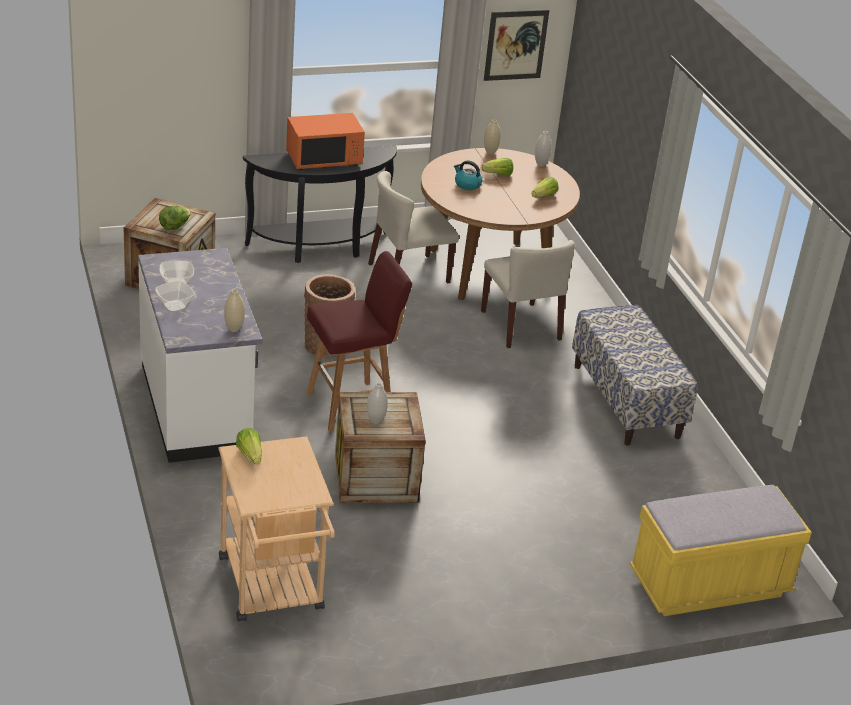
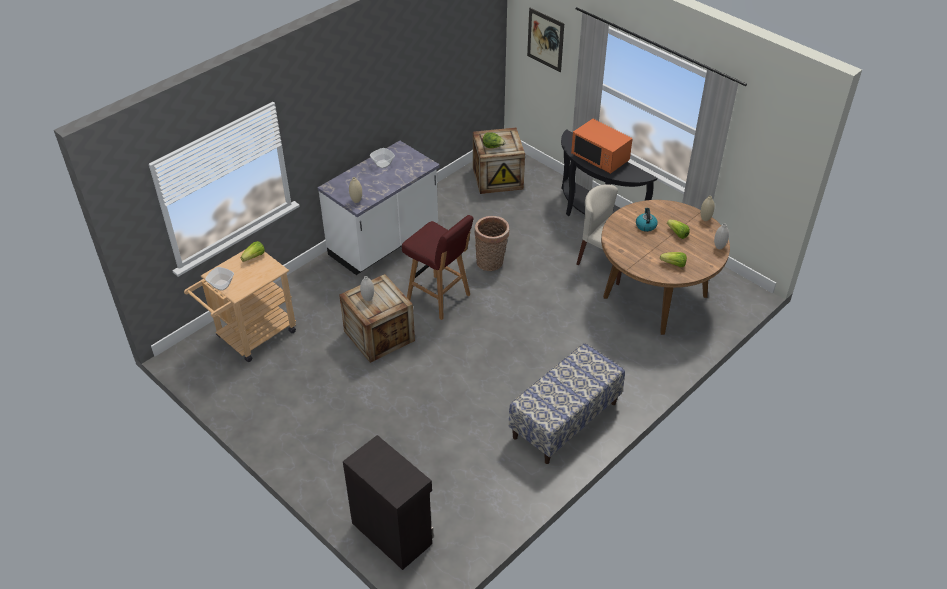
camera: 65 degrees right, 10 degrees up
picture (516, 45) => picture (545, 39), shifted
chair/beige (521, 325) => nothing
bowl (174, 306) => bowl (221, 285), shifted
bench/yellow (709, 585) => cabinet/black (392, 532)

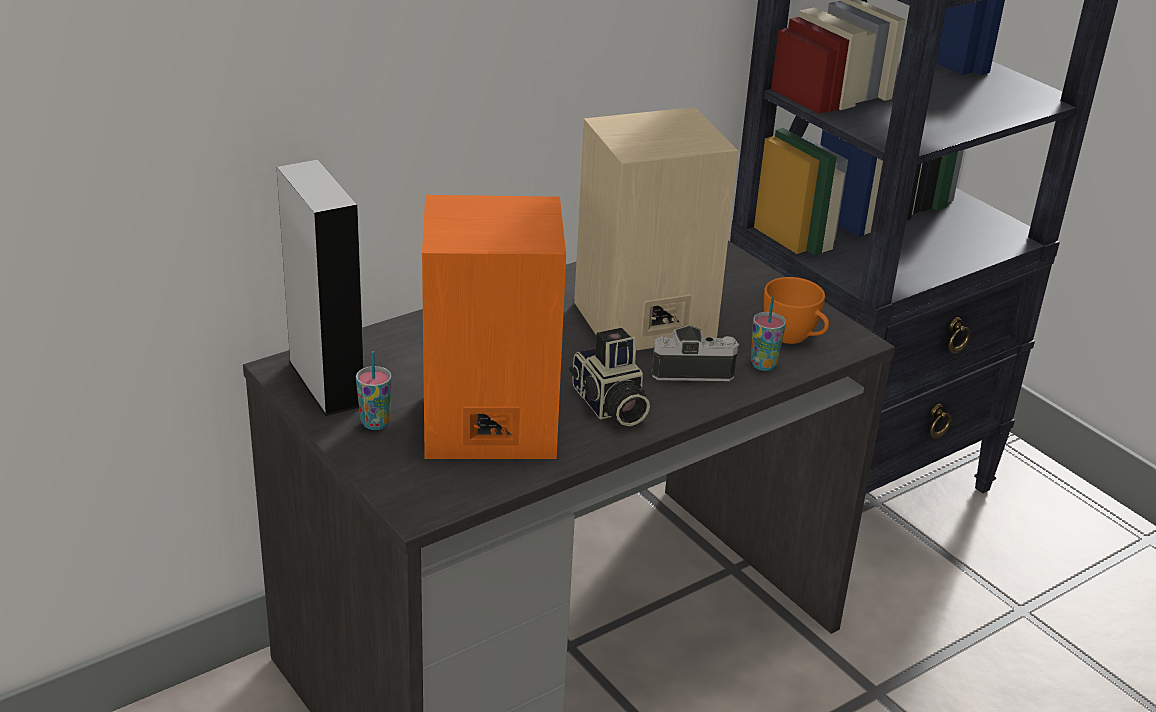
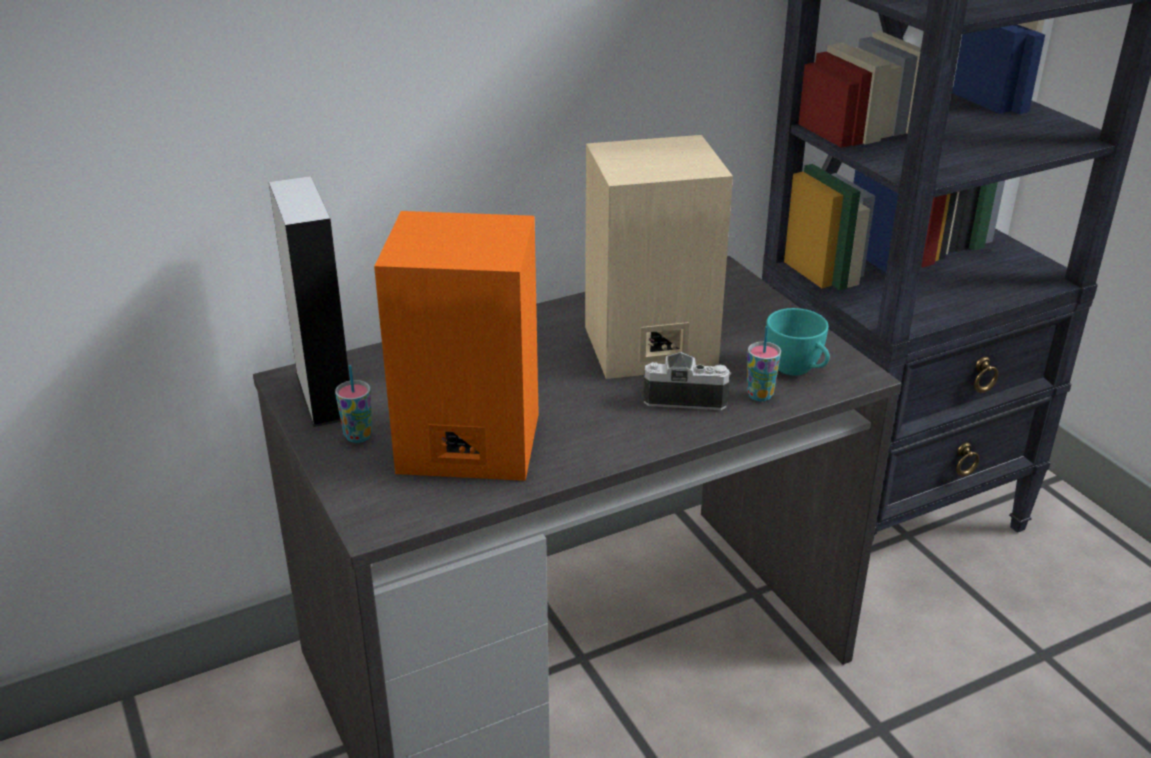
camera: 10 degrees right, 0 degrees up
cup/orange (794, 338) => cup/turquoise (797, 370)
photo camera (609, 406) => nothing

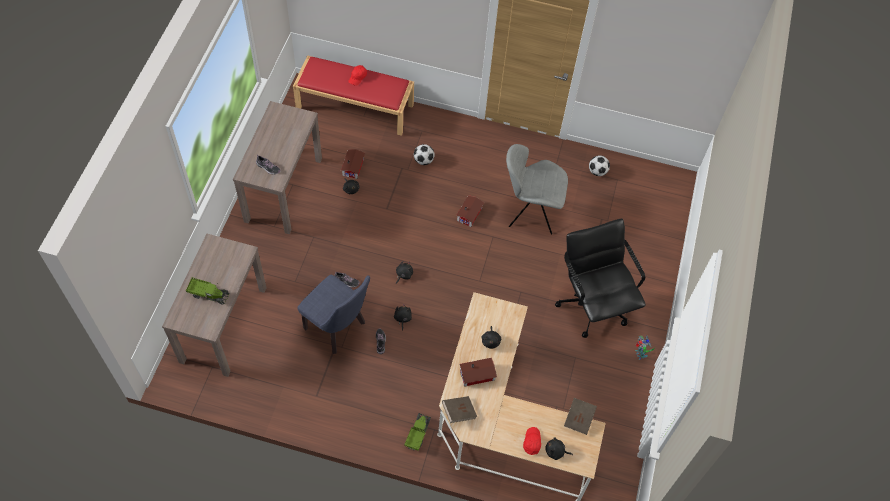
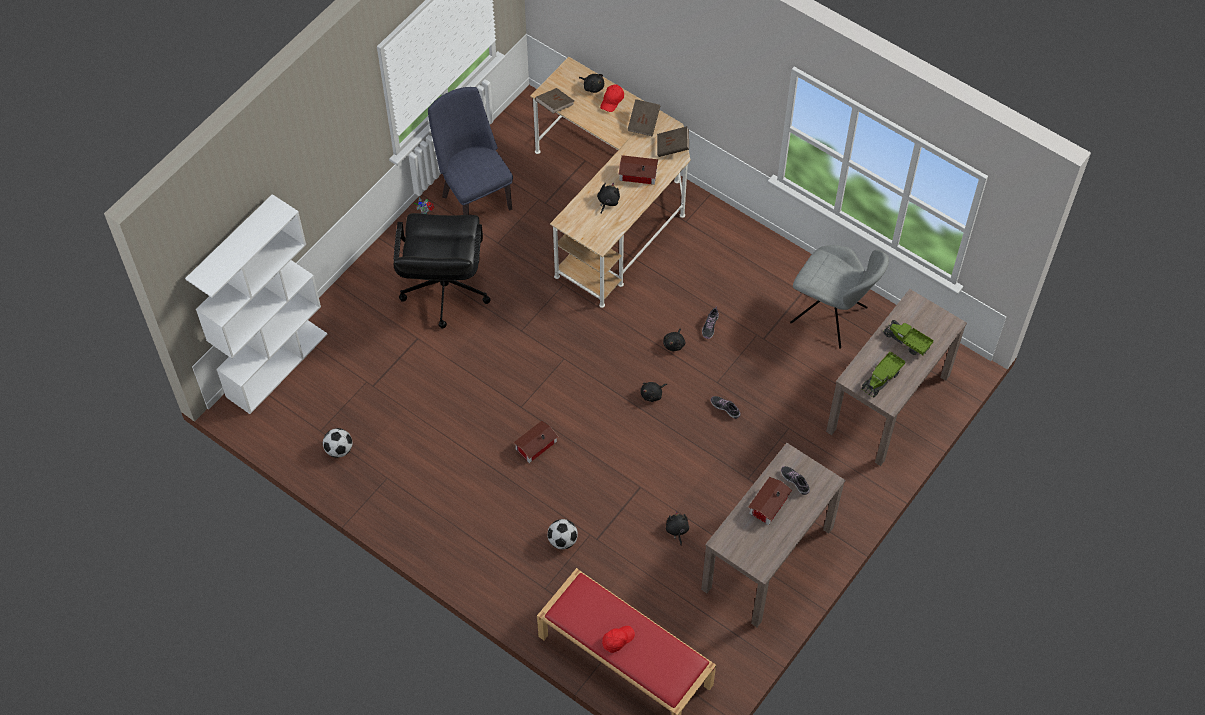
camera: 155 degrees left, 0 degrees up
chair/grey (531, 212) => chair/grey (831, 317), shifted
toy house (354, 166) => toy house (767, 505), shifted
chair/blue (338, 329) => chair/blue (474, 197), shifted
toy truck (417, 434) => toy truck (882, 379), shifted
nothing => book/brown (643, 123)
nothing => bookcase/white (277, 364)

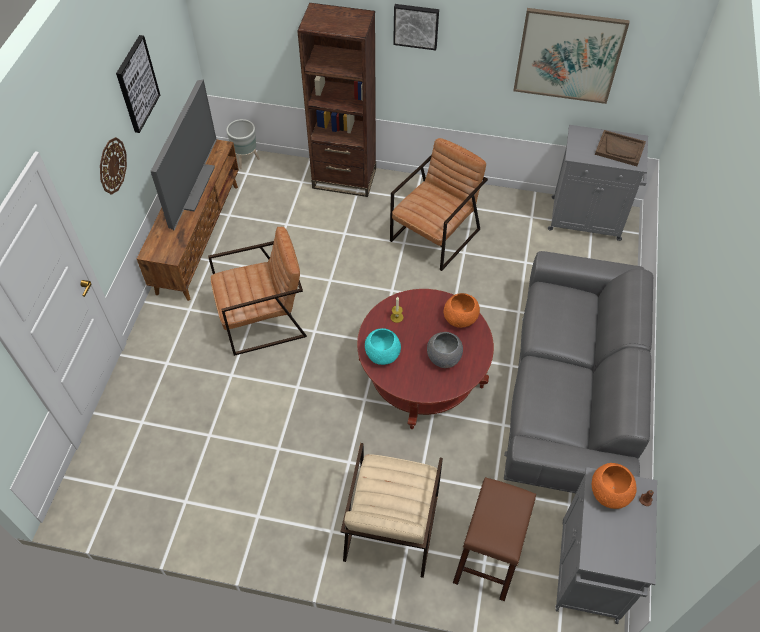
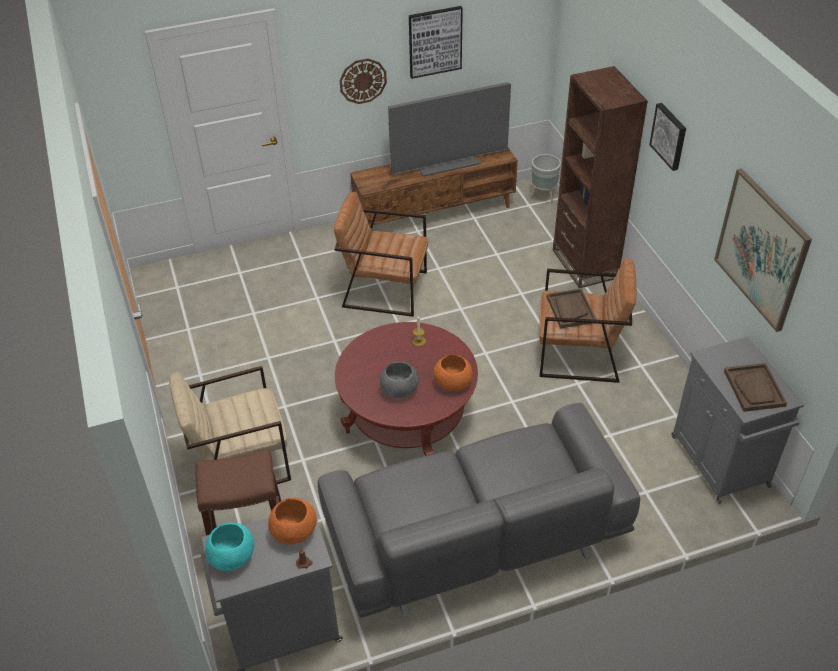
camera: 60 degrees right, 10 degrees down
armchair/brown (263, 319) => armchair/brown (385, 289), 150 degrees clockwise
bowl/turquoise (382, 354) => bowl/turquoise (232, 557), shifted
nothing => tray/brown (570, 309)

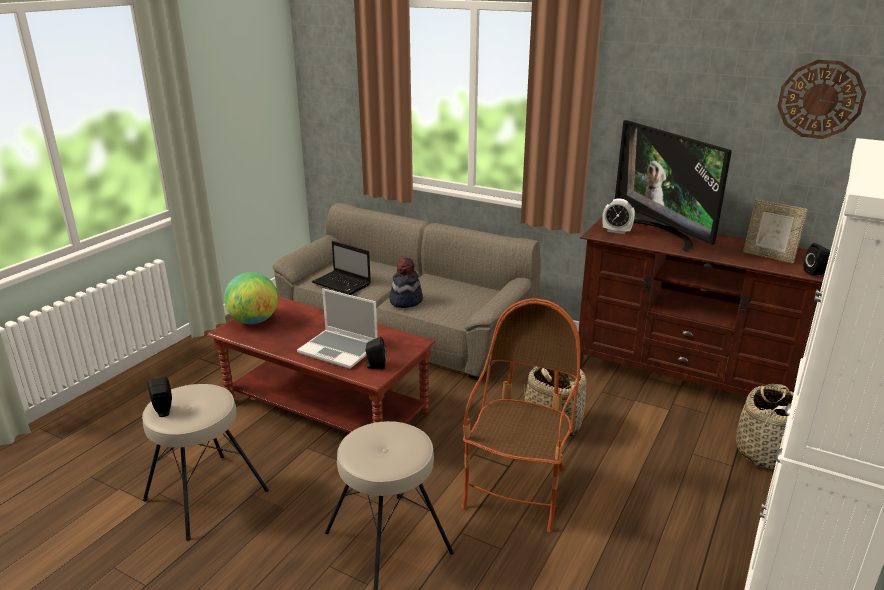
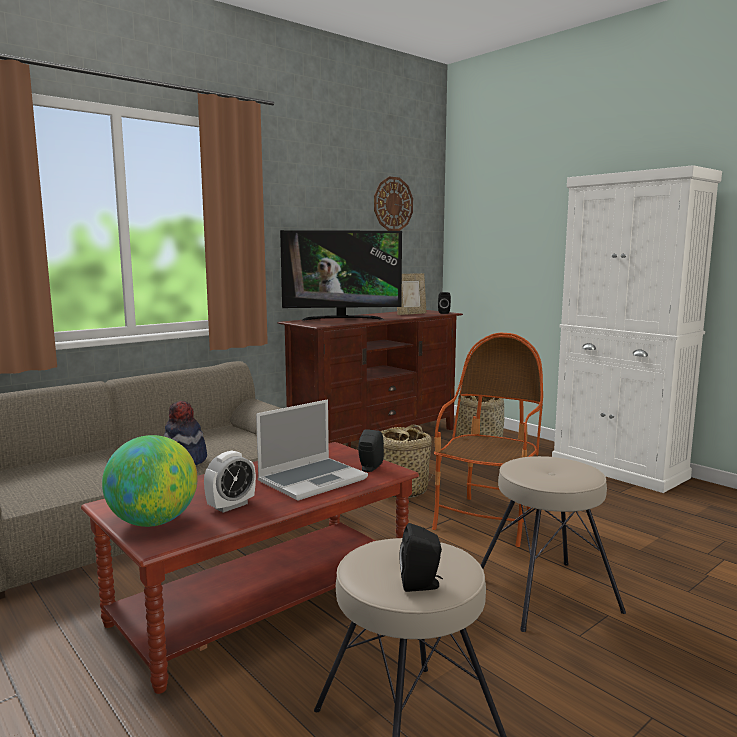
camera: 70 degrees left, 15 degrees down
alarm clock (616, 231) => alarm clock (231, 506), shifted
laptop (342, 284) => nothing
armchair (518, 490) => armchair (487, 521), 75 degrees clockwise

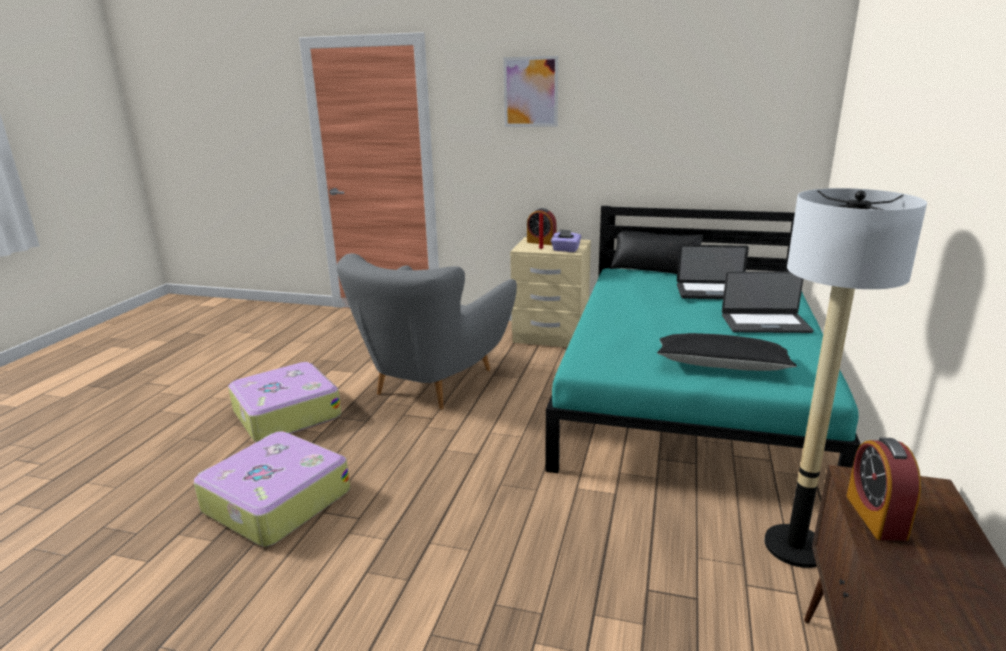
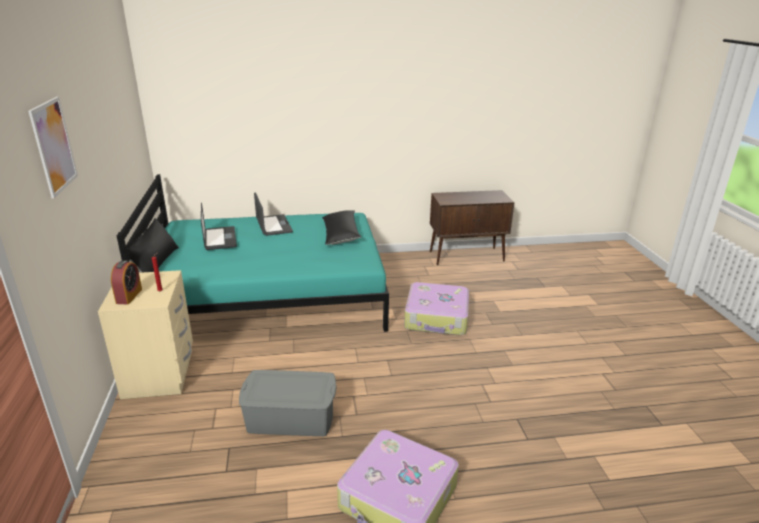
camera: 115 degrees left, 5 degrees up
floor lamp (794, 546) => nothing
tissue box/purple (565, 250) => nothing
armchair/grey (432, 382) => storage box/grey (290, 419)
suitcase (275, 501) => suitcase (437, 318), shifted
alarm clock (876, 516) => nothing

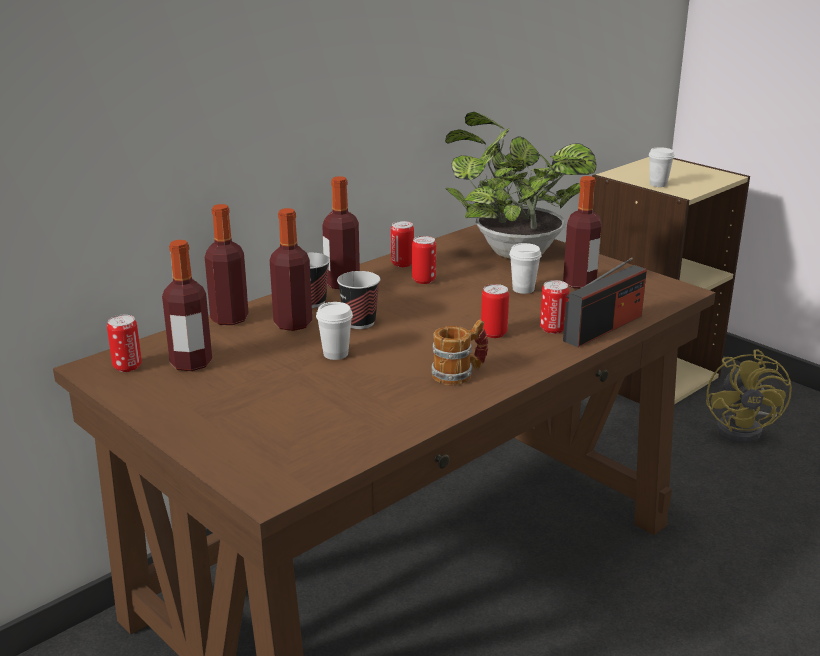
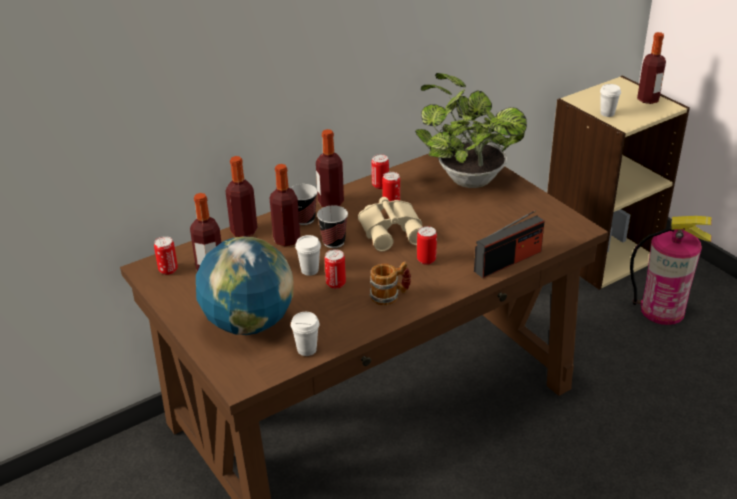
camera: 10 degrees right, 10 degrees up
bottle (579, 283) => bottle (648, 99), shifted
cup/white (523, 289) => cup/white (307, 349), shifted
can (552, 329) => can (335, 283), shifted
fan/yellow (745, 429) => fire extinguisher (662, 310)
nothing => binoculars/beige (392, 230)
nothing => globe (249, 323)

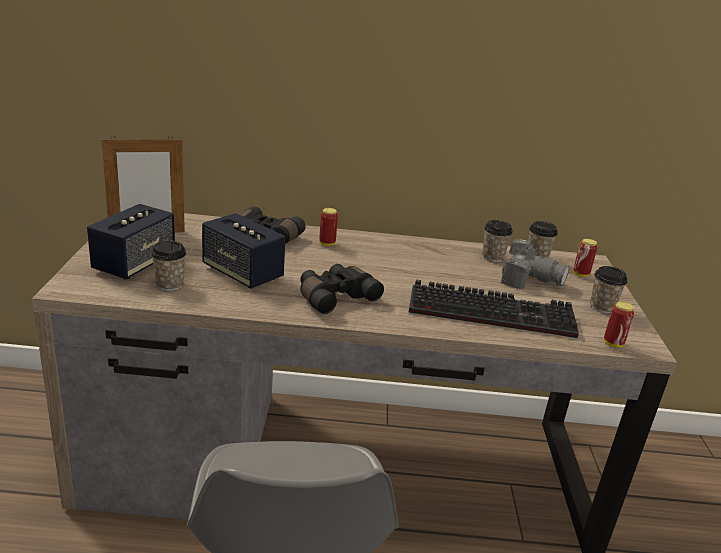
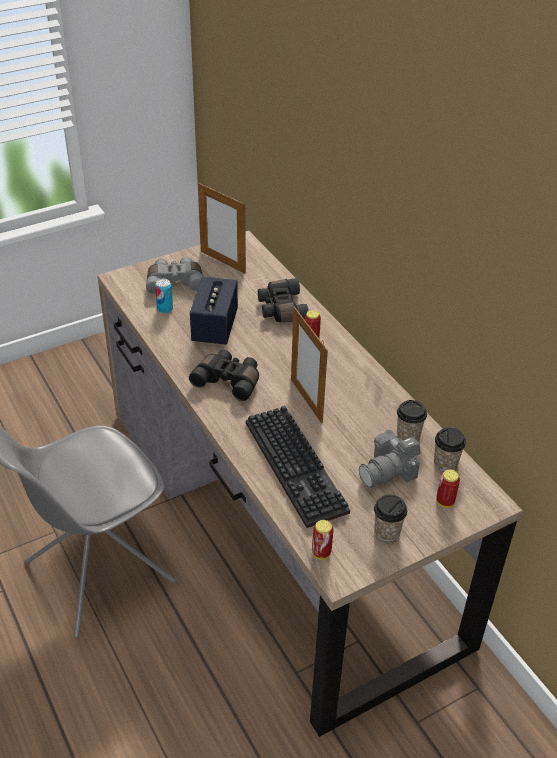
camera: 60 degrees right, 15 degrees up
speaker (134, 264) => binoculars/grey (175, 282)
photo camera (529, 279) => photo camera (389, 471), 60 degrees clockwise
cup (169, 285) => can (165, 309)
nothing => picture frame (306, 400)

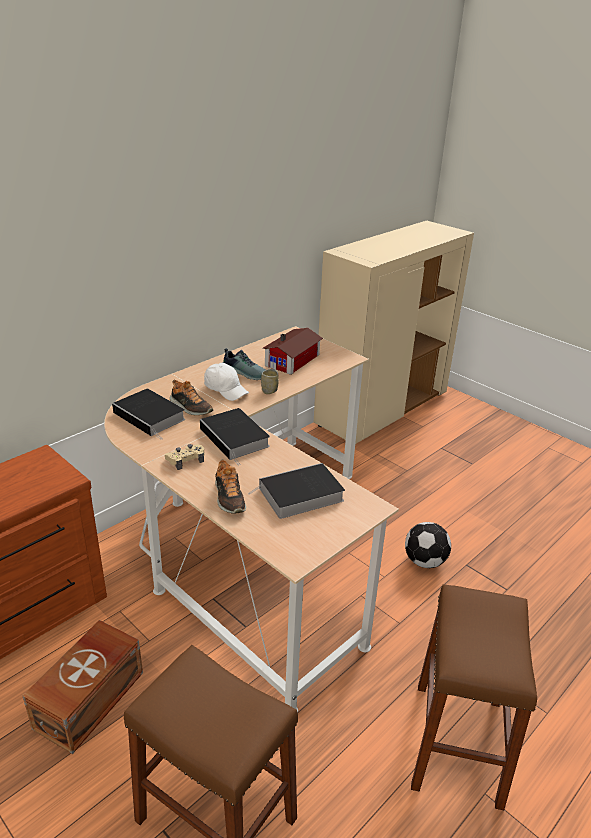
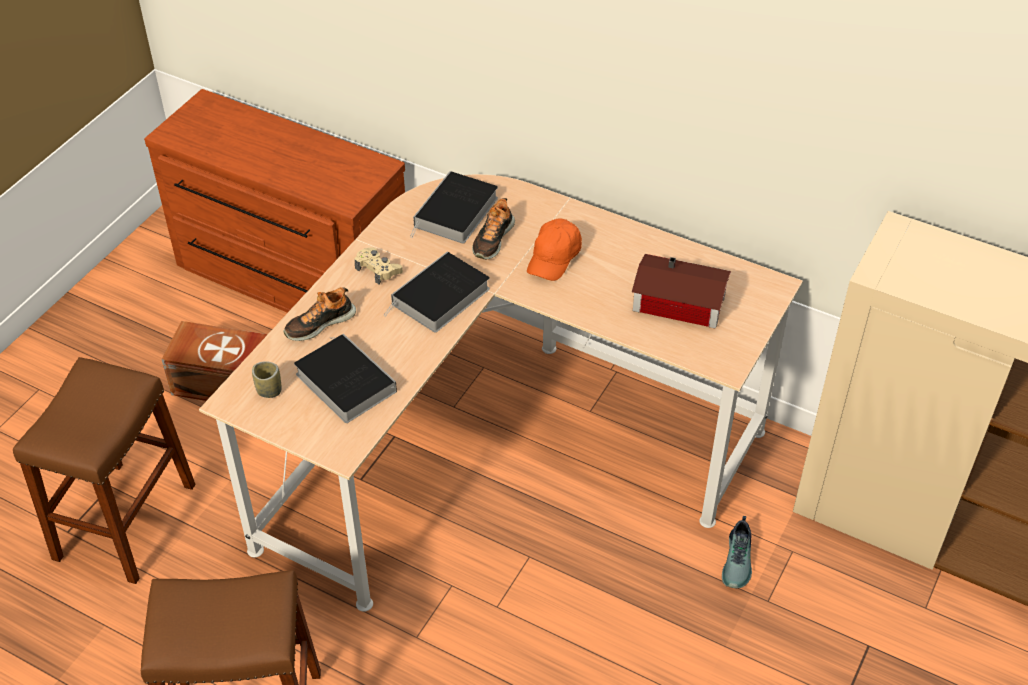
camera: 75 degrees right, 15 degrees up
shoe (245, 372) => shoe (739, 561), shifted
cap/white (226, 389) => cap/orange (554, 258)
cup (269, 391) => cup (269, 390), shifted
football (425, 561) => nothing

